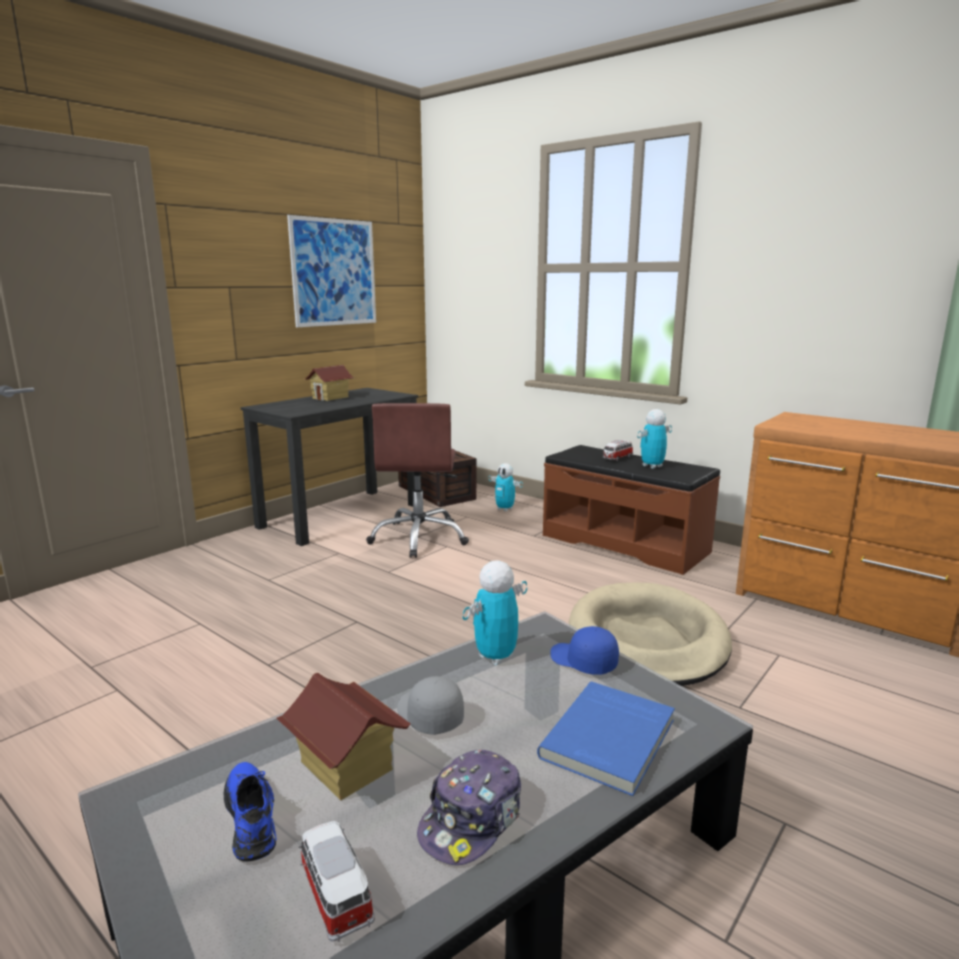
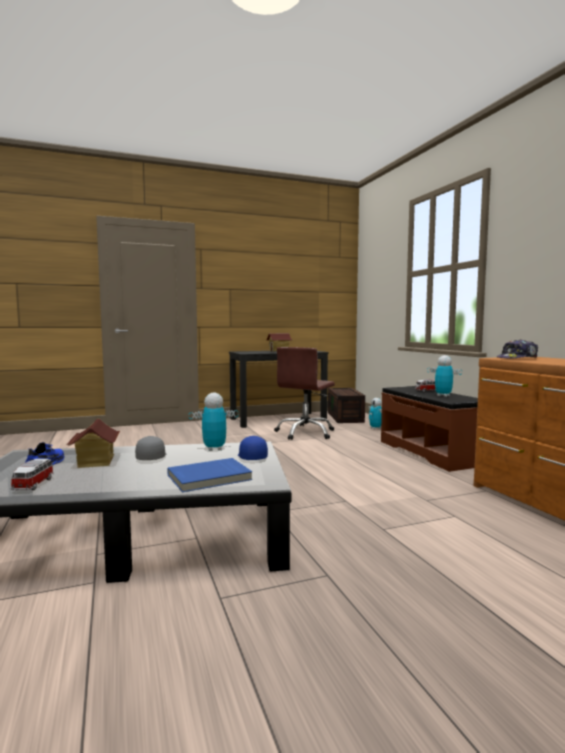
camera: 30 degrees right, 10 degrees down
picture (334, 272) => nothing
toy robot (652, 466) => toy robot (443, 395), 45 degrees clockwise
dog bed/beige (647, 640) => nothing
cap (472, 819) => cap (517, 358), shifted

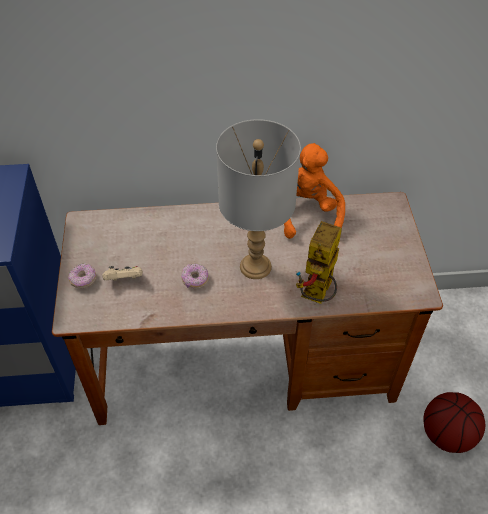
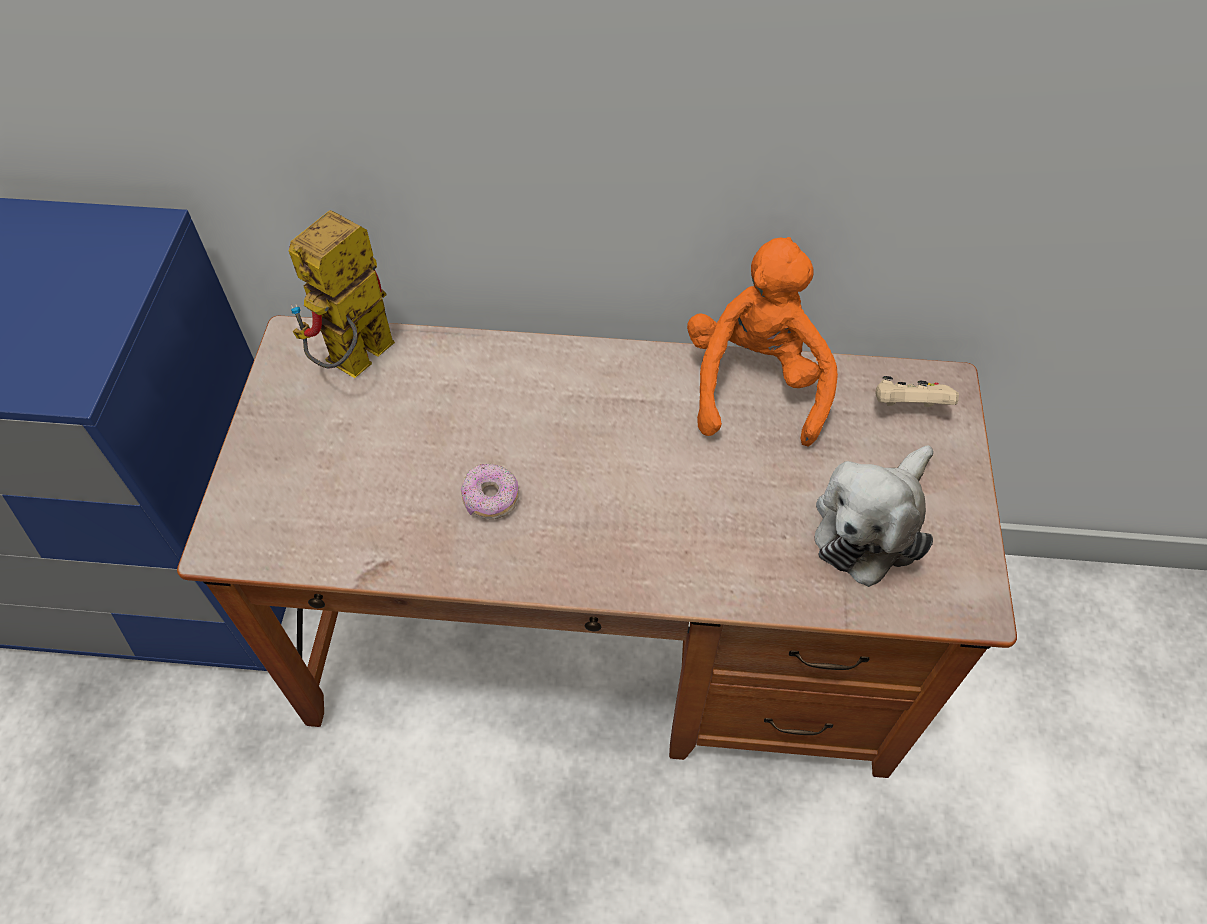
camera: 10 degrees right, 5 degrees up
table lamp/grey (255, 266) => nothing
toy robot (317, 296) => toy robot (355, 364), shifted
donut (83, 280) => nothing
game controller/beige (124, 280) => game controller/beige (907, 407), shifted
basketball (446, 435) => nothing
nothing => plush toy (871, 525)

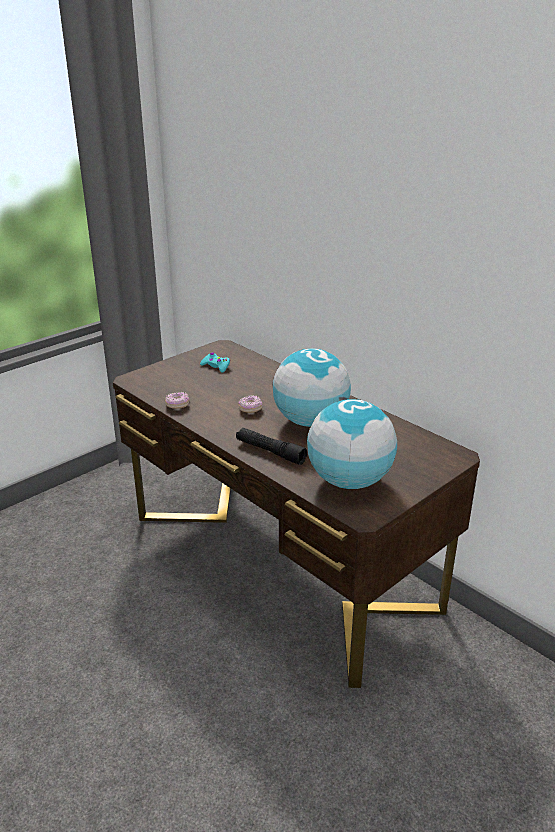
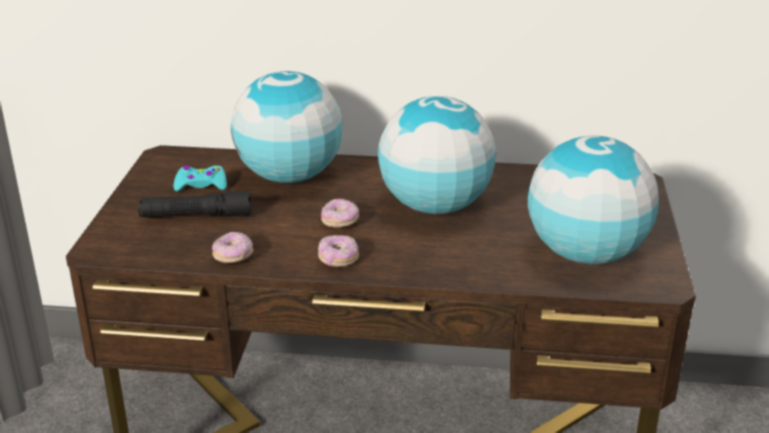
camera: 40 degrees left, 0 degrees up
flashlight/black (270, 452) => flashlight/black (196, 216), shifted
nothing => globe (290, 176)
nothing => donut (338, 259)

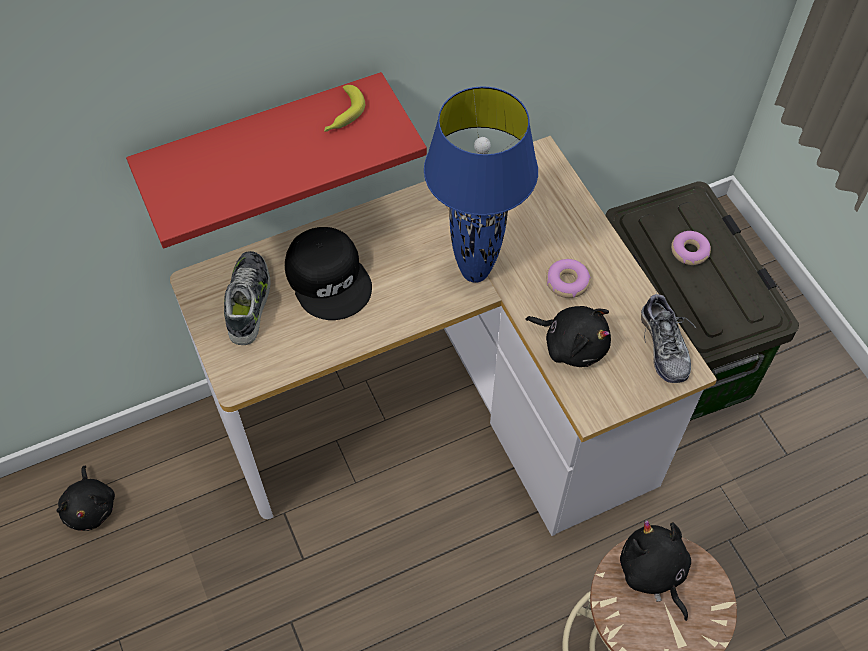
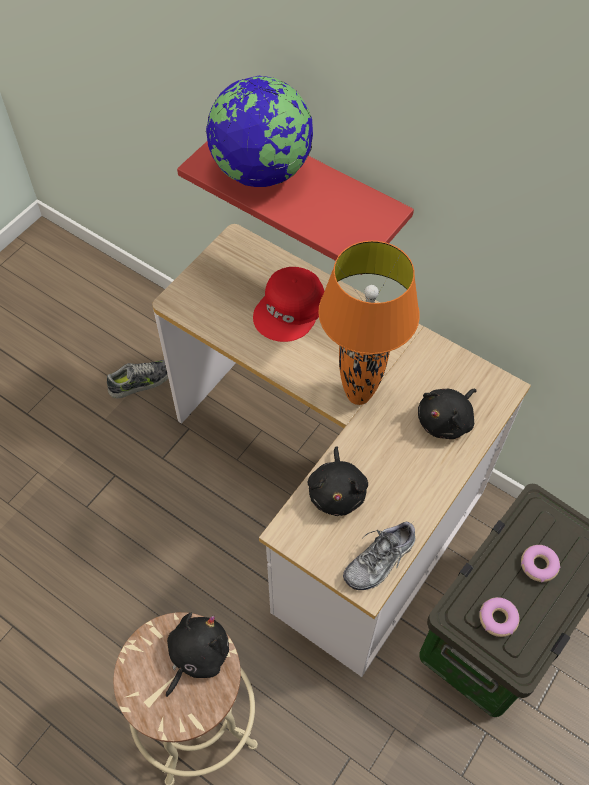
camera: 60 degrees right, 0 degrees up
banana (342, 115) => nothing
table lamp/blue (475, 272) => table lamp/orange (359, 396)
cap/black (329, 278) => cap/red (290, 310)
shoe (249, 301) => shoe (141, 382), shifted
donut (567, 282) => donut (497, 618), shifted
plush toy/black (91, 507) => plush toy/black (446, 420), shifted
nothing => globe (262, 172)

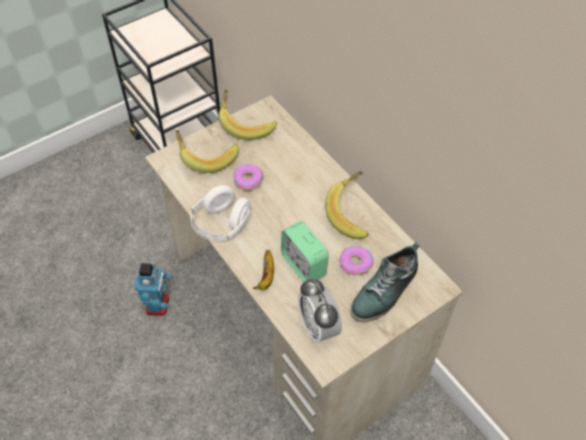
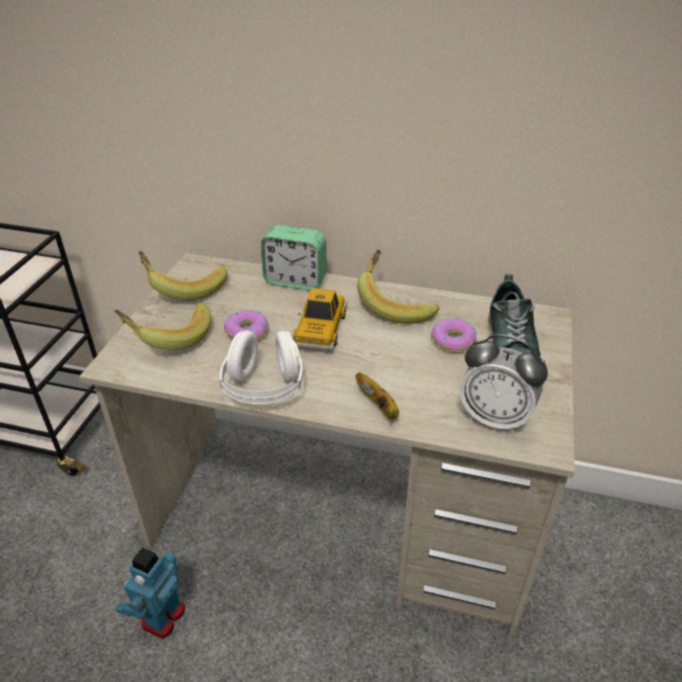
camera: 40 degrees left, 15 degrees down
alarm clock (304, 265) => alarm clock (295, 280), shifted
toy robot (158, 305) => toy robot (162, 617), 120 degrees counterclockwise
nothing => toy car (320, 329)

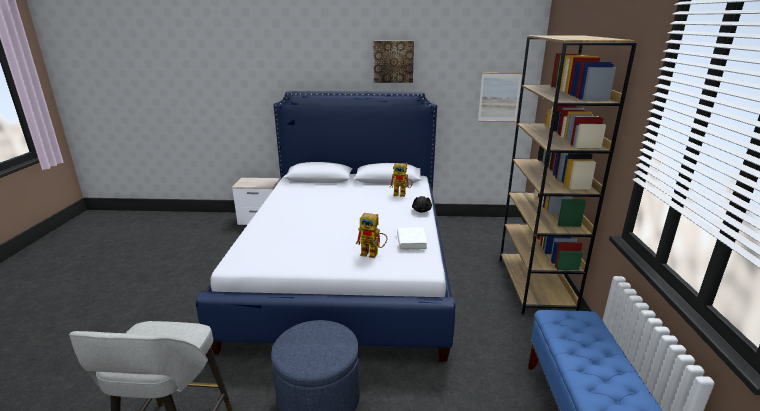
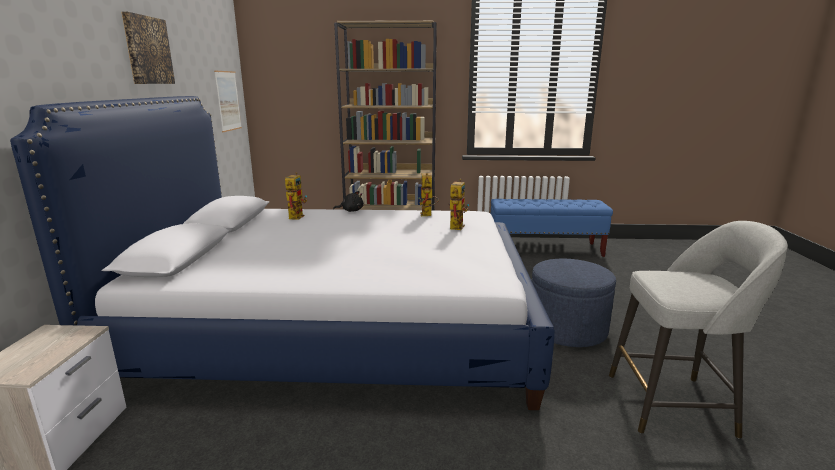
camera: 90 degrees left, 5 degrees down
book/white (411, 242) => toy robot (427, 215)

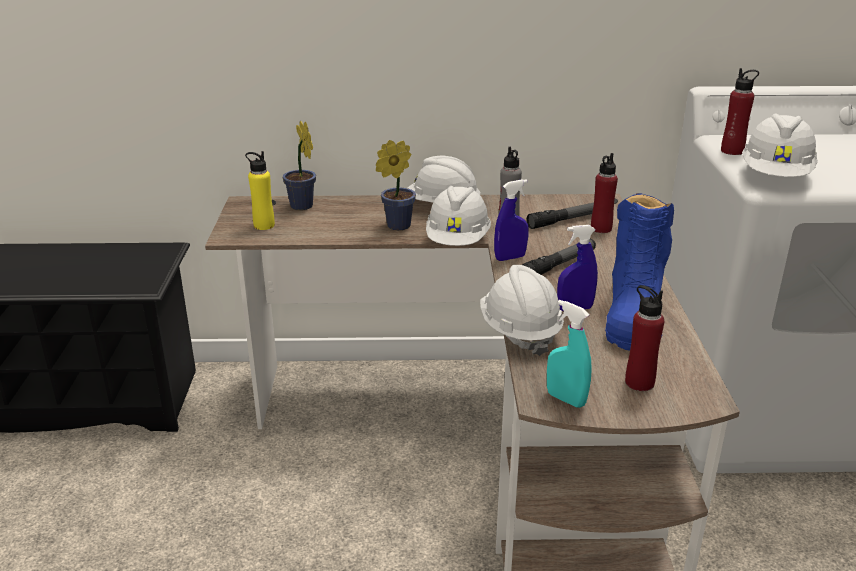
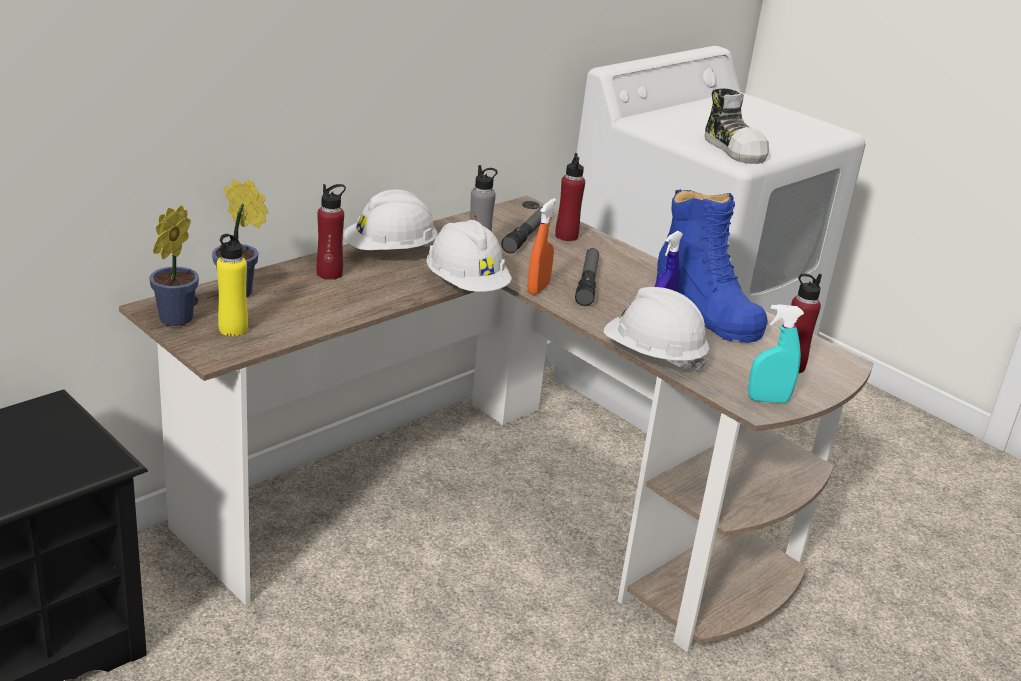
camera: 45 degrees left, 0 degrees up
bottle/red (732, 151) => bottle/red (329, 274), shifted
hard hat/white (775, 176) => shoe (734, 149)
potted plant (395, 226) => potted plant (172, 320), shifted
spray bottle/blue (510, 258) => spray bottle/orange (538, 289)

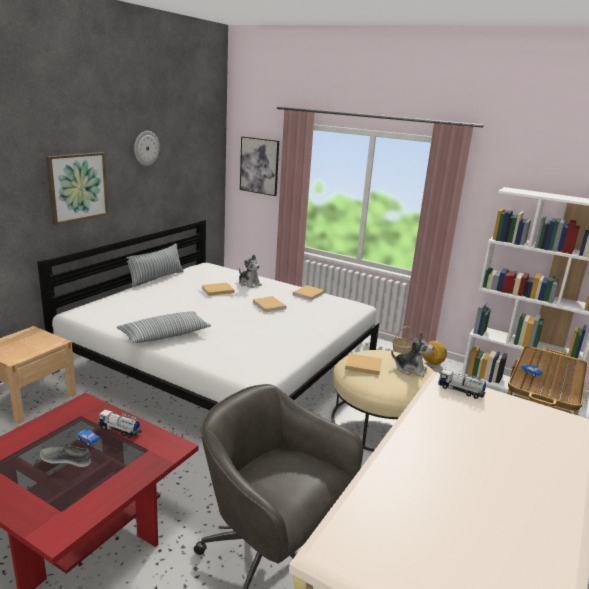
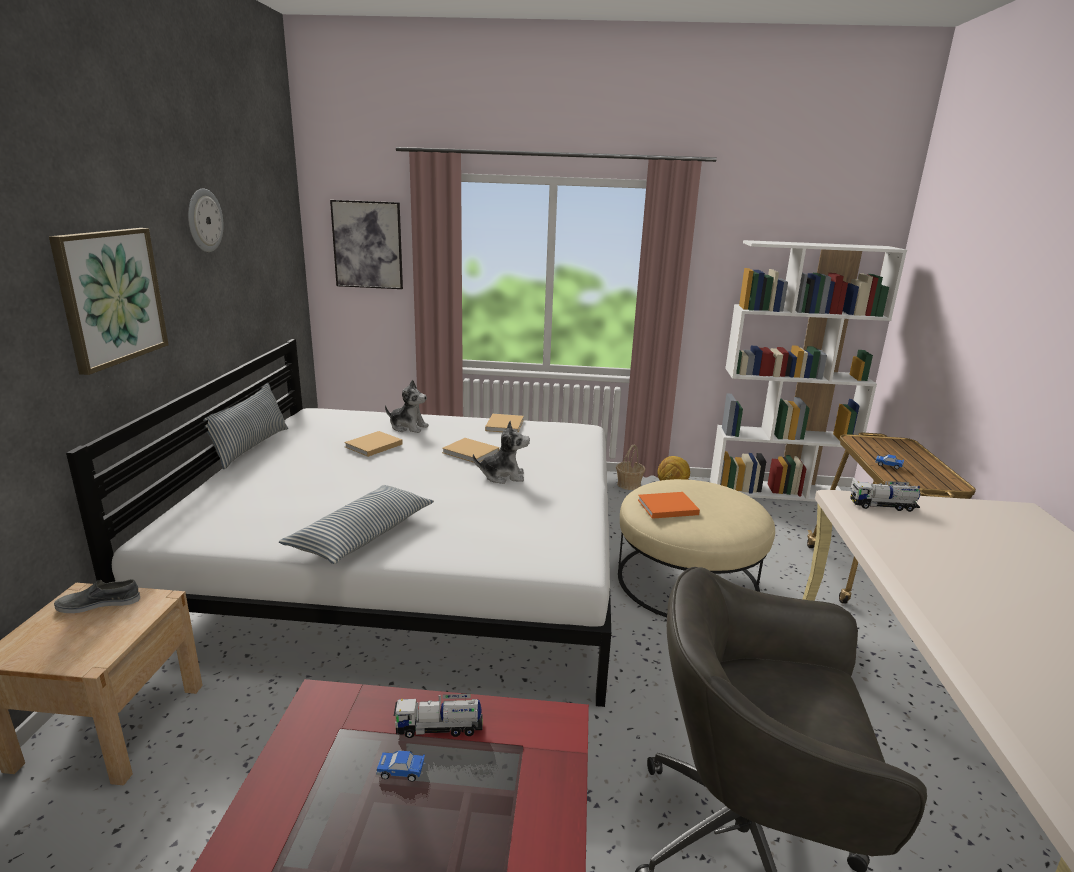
camera: 25 degrees left, 0 degrees up
plush toy (410, 369) => plush toy (503, 476), shifted
book/beige (362, 365) => book/orange (666, 507)
shoe/grey (66, 459) => shoe/grey (99, 603), shifted

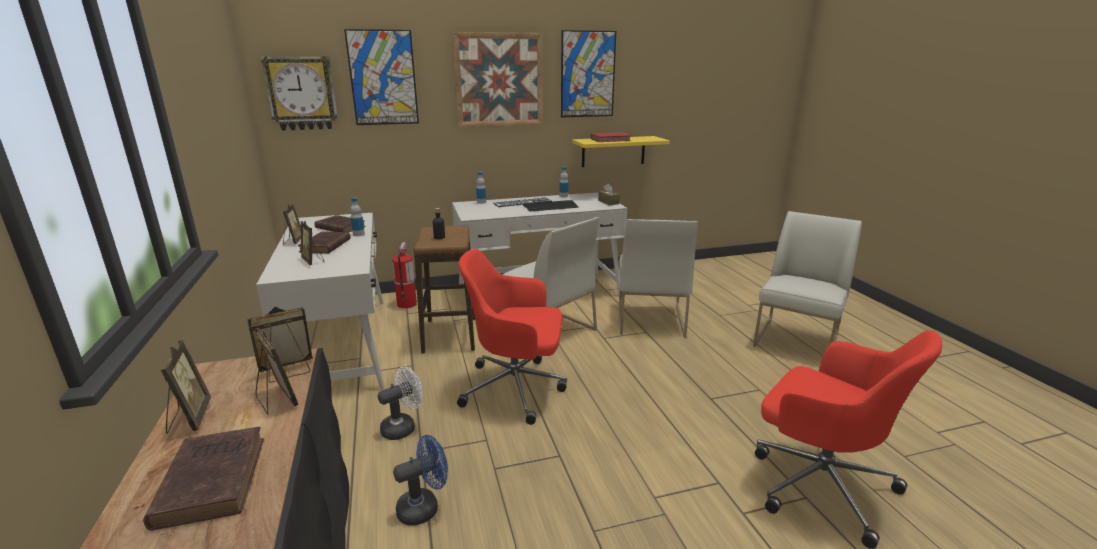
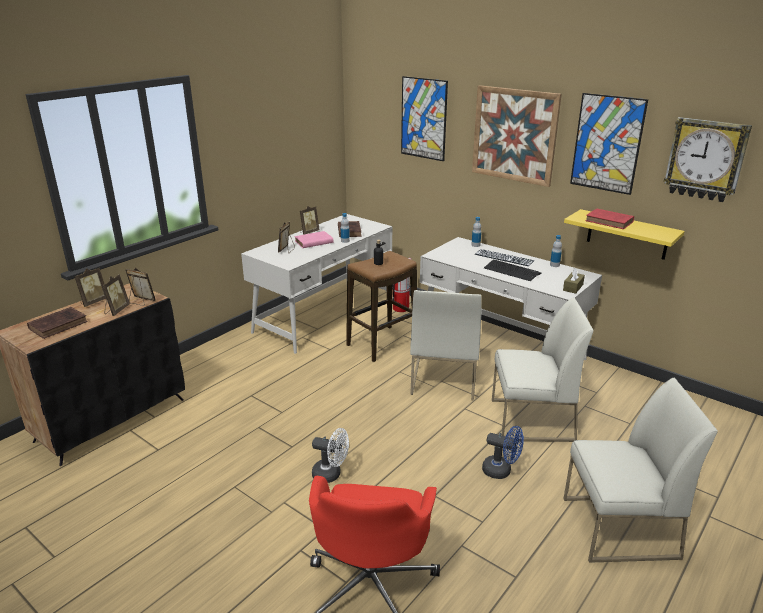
camera: 55 degrees right, 5 degrees up
wall clock (302, 93) => wall clock (705, 159), shifted
chair/white (649, 319) => chair/white (531, 420), 150 degrees counterclockwise
book/brown (325, 246) => book/pink (313, 242)
office chair/red (516, 388) => nothing
fan/white (403, 427) => fan/white (331, 474), shifted
fan/blue (424, 507) => fan/blue (501, 471), shifted

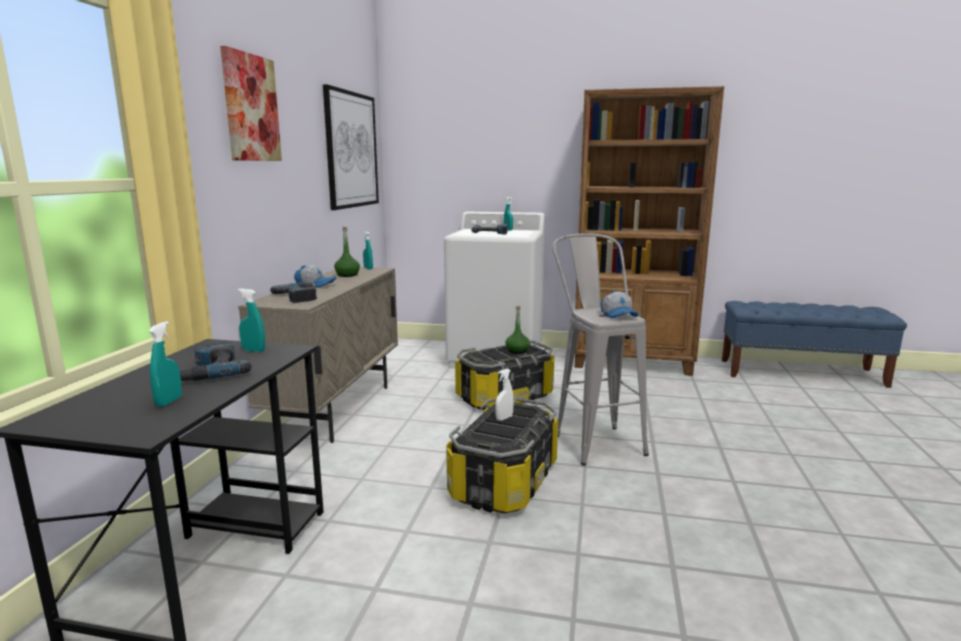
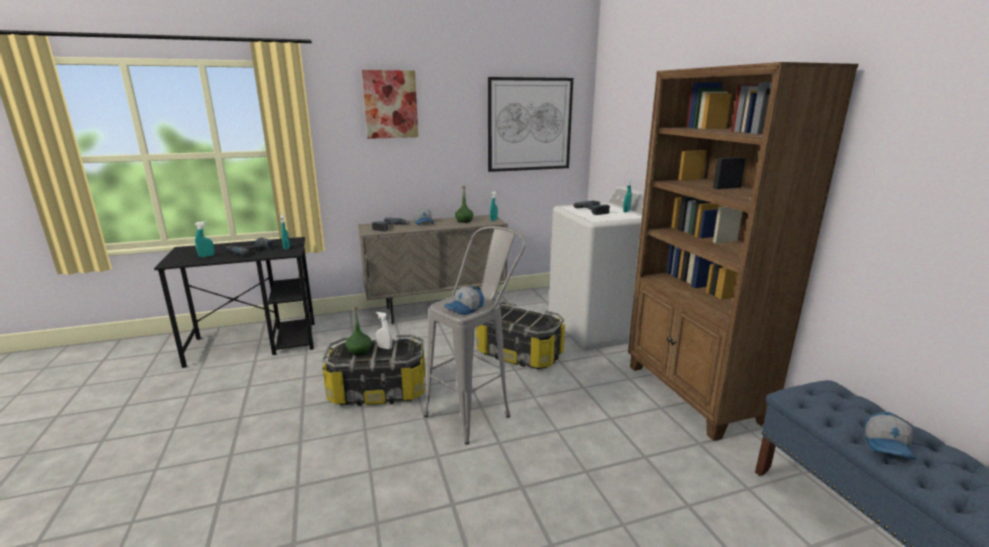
camera: 60 degrees right, 5 degrees up
bottle/green (517, 351) => bottle/green (359, 351), shifted
nothing => cap (888, 445)

